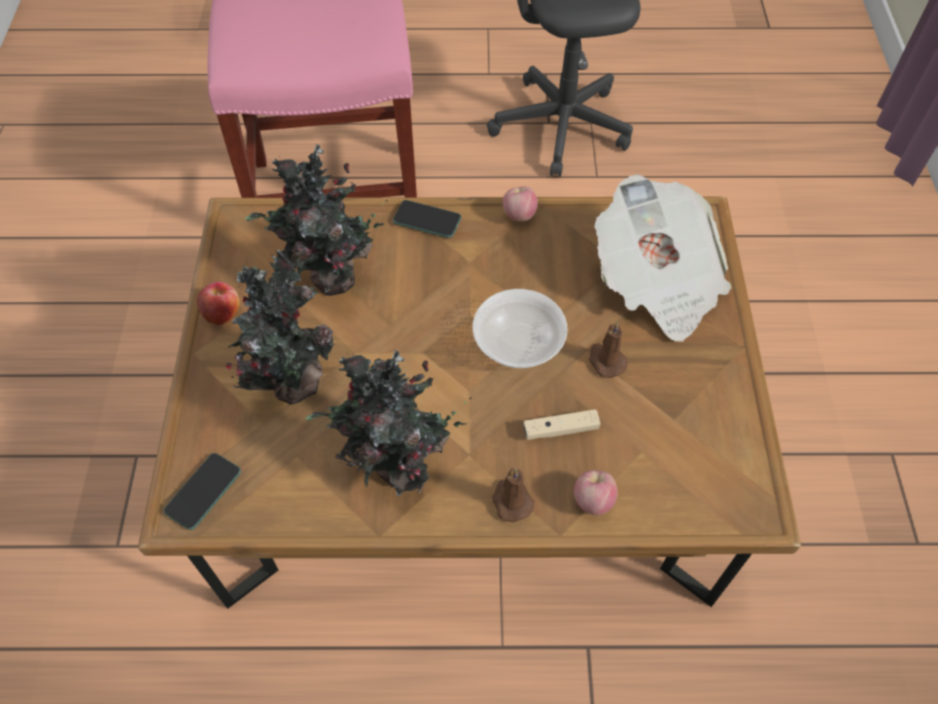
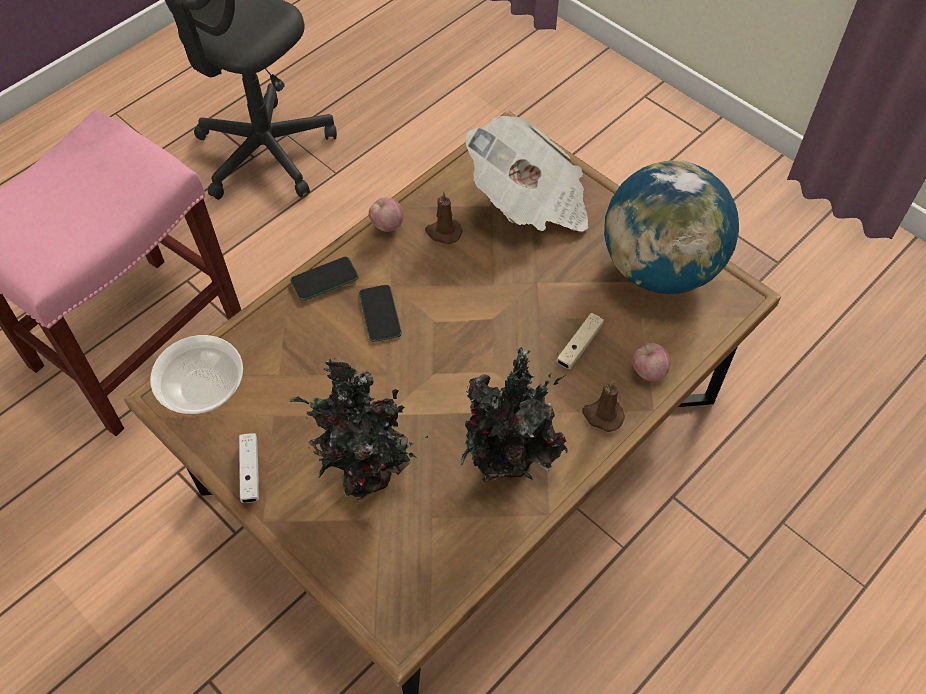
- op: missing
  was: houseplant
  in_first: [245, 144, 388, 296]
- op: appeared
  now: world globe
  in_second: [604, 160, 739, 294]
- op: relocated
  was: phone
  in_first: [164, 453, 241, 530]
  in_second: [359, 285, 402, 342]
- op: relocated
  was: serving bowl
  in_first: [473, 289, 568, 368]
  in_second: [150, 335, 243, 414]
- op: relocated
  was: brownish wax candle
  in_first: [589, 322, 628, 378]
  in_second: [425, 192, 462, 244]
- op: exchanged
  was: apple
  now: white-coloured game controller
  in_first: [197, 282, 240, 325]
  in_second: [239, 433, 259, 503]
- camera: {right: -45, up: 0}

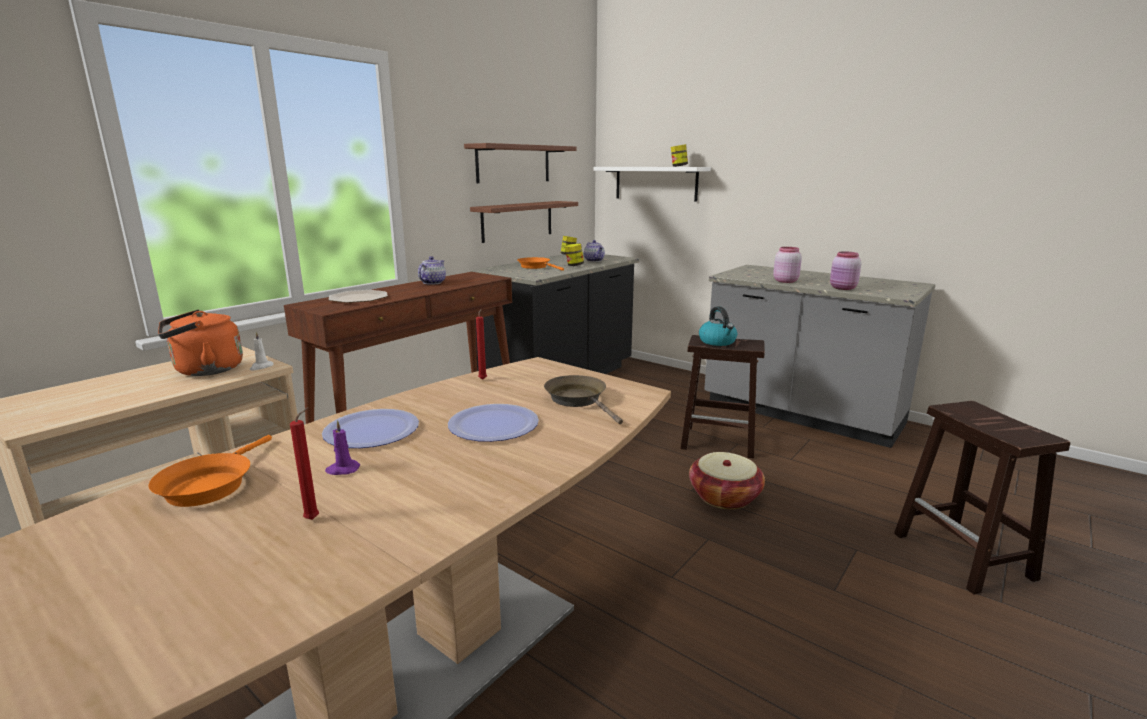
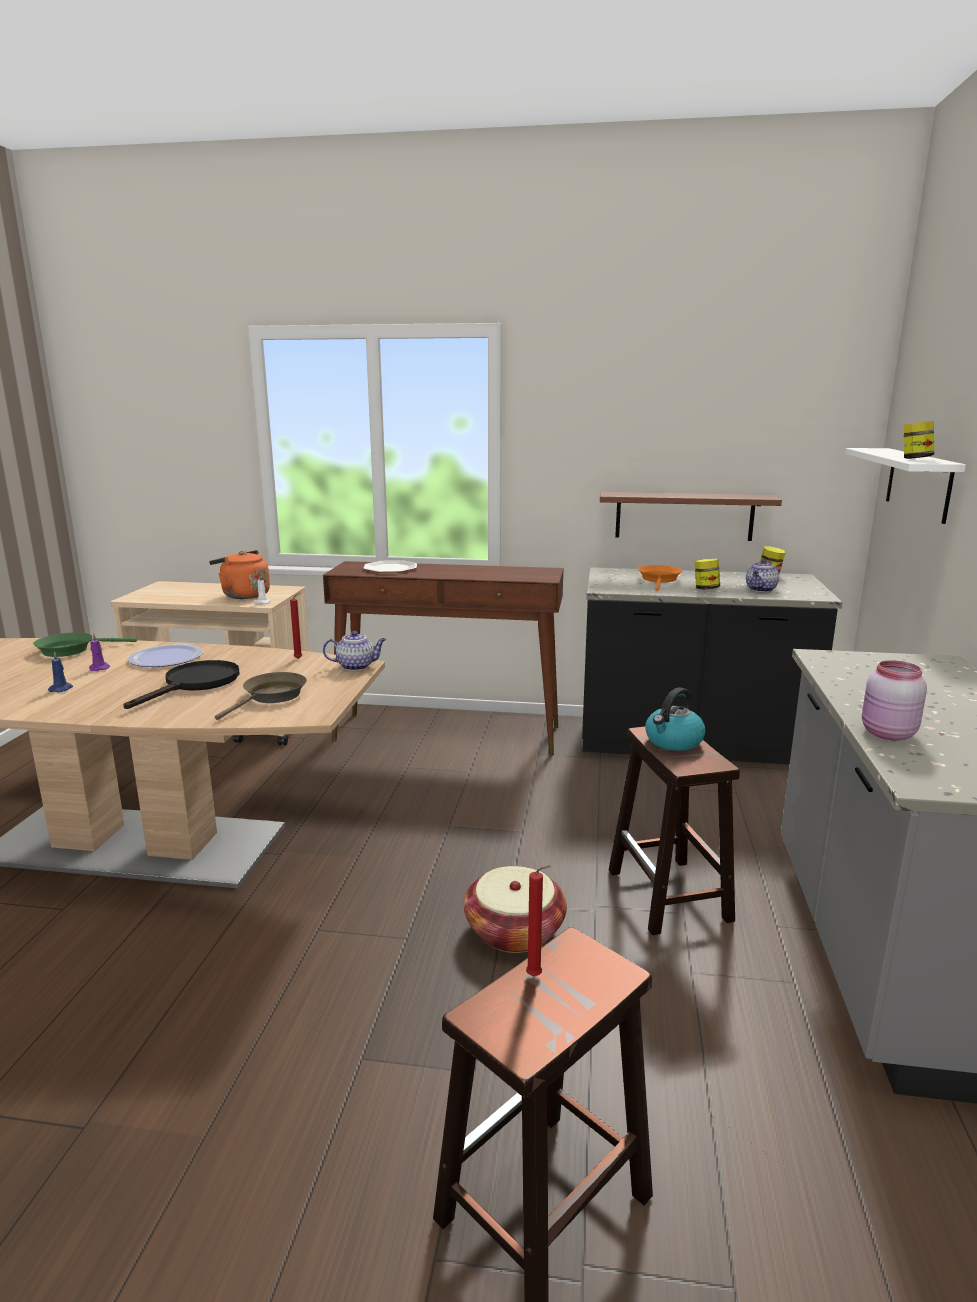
- op: missing
  was: brownish wall shelf
  in_first: [464, 143, 577, 183]
- op: missing
  was: pinkish storage jar
  in_first: [773, 247, 802, 283]
- op: appeared
  now: blue wax candle
  in_second: [48, 651, 73, 692]
- op: relocated
  was: reddish wax candle
  in_first: [290, 407, 319, 520]
  in_second: [526, 865, 550, 976]
- op: relocated
  was: teapot
  in_first: [418, 256, 446, 285]
  in_second: [323, 631, 386, 671]
- op: exchanged
  was: plate
  now: blackish pan
  in_first: [448, 404, 539, 442]
  in_second: [124, 660, 240, 709]
- op: colour
  was: orange pan
  now: greenish pan
  in_first: [149, 435, 272, 507]
  in_second: [33, 632, 137, 657]
- camera: {right: 60, up: 0}

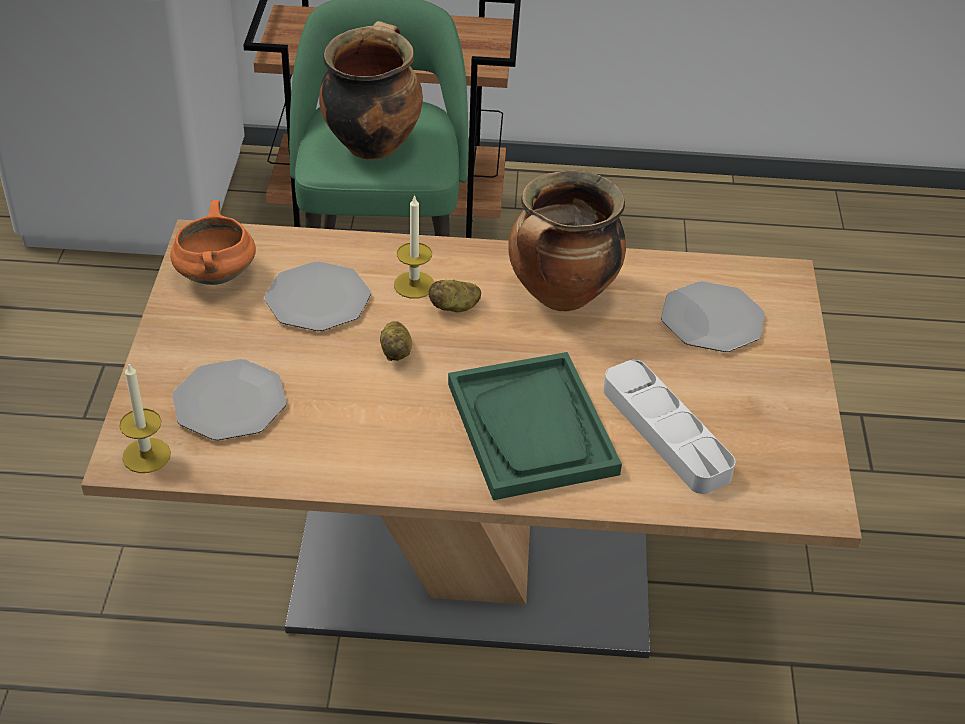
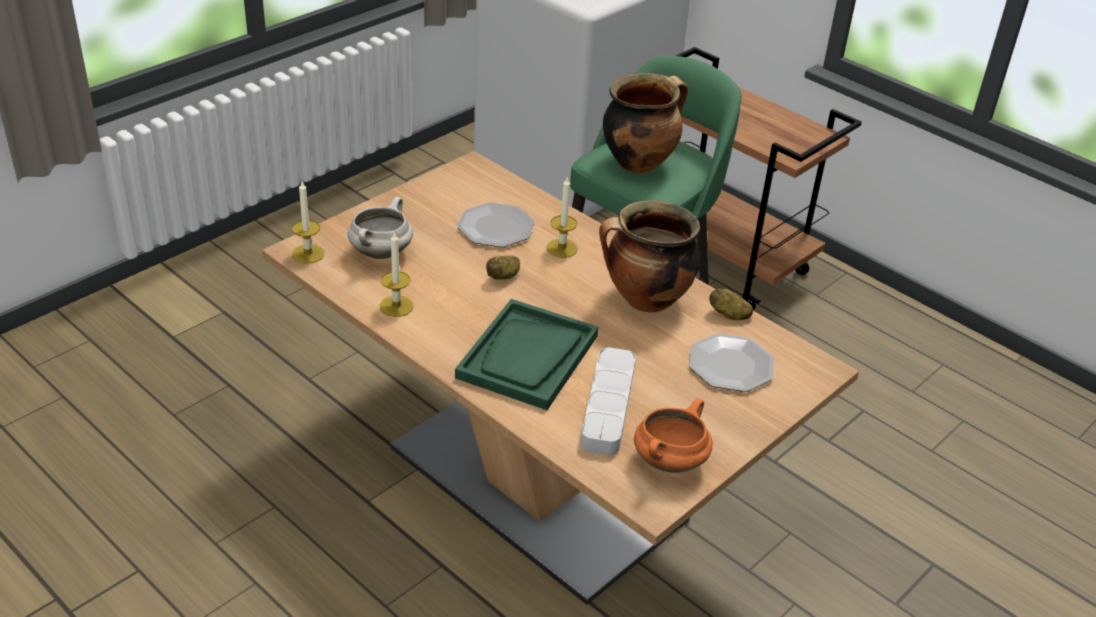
- op: appeared
  now: wax candle
  in_second: [380, 231, 414, 317]
- op: relocated
  was: orange cooking pot
  in_first: [170, 200, 256, 285]
  in_second: [634, 398, 713, 473]
- op: relocated
  was: potato
  in_first: [428, 280, 481, 312]
  in_second: [709, 288, 753, 320]
- op: exchanged
  was: plate
  now: white-coloured cooking pot
  in_first: [172, 359, 287, 440]
  in_second: [348, 197, 413, 259]
- camera: {right: 40, up: -5}

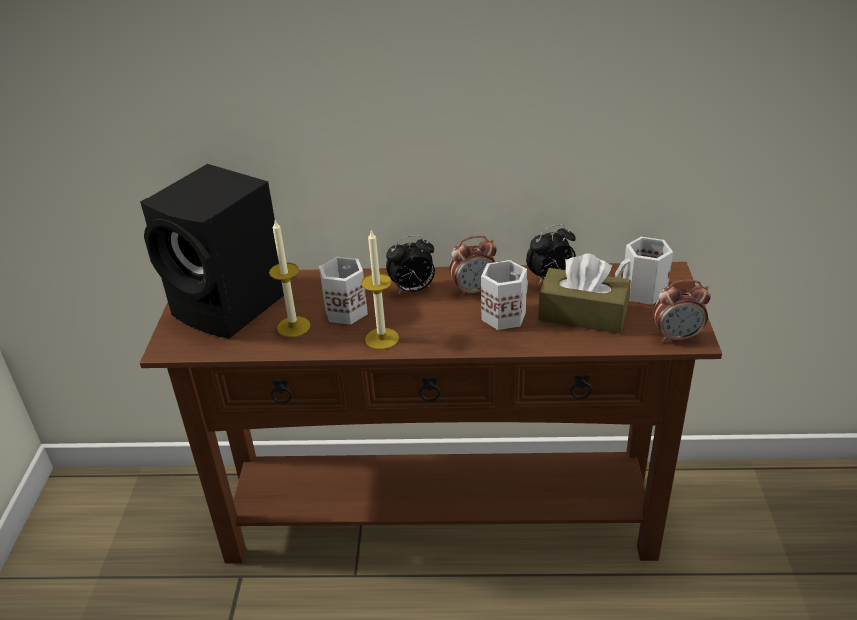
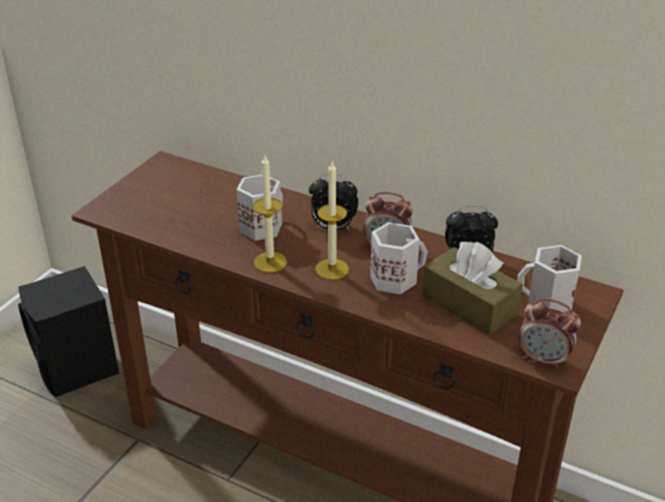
- op: relocated
  was: blackish audio speaker
  in_first: [140, 164, 284, 339]
  in_second: [18, 266, 119, 397]
- op: relocated
  was: wax candle
  in_first: [269, 220, 310, 337]
  in_second: [315, 162, 349, 280]
- camera: {right: 25, up: 0}

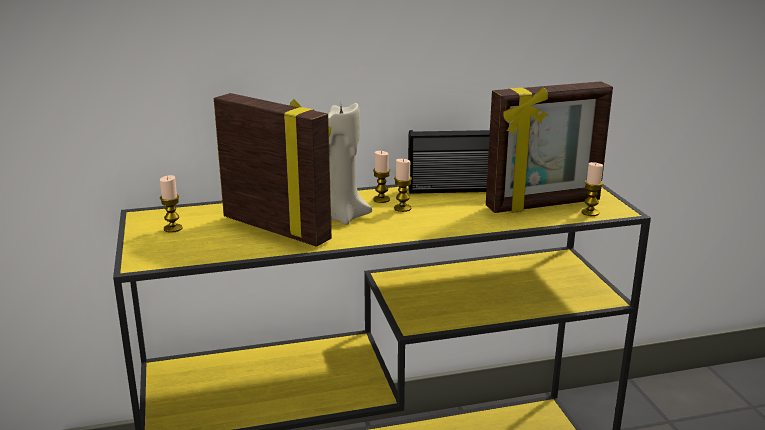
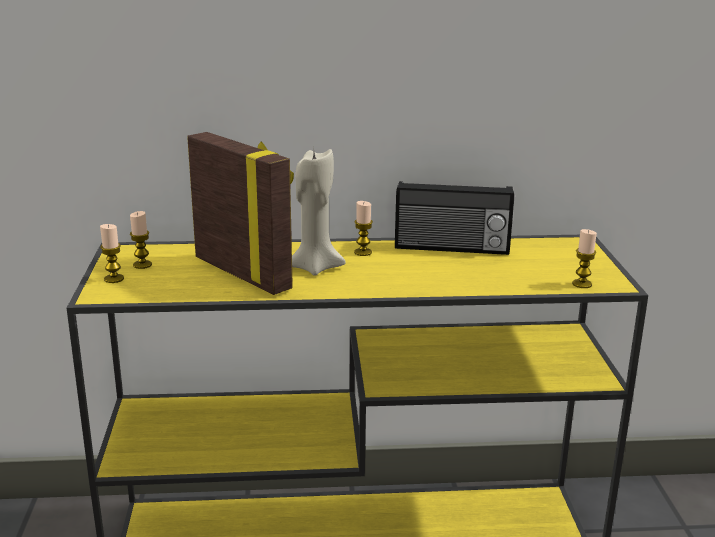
- op: missing
  was: photo frame
  in_first: [486, 81, 613, 213]
- op: relocated
  was: wax candle
  in_first: [394, 159, 412, 212]
  in_second: [100, 224, 124, 283]
- camera: {right: 10, up: 0}

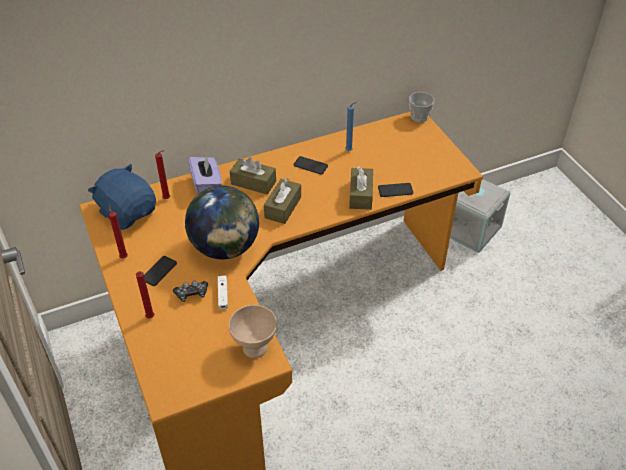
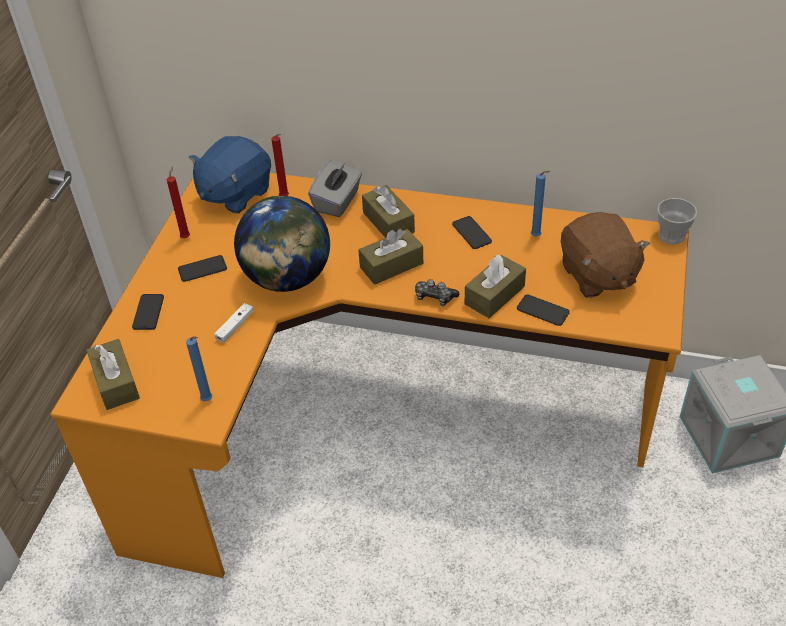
- op: appeared
  now: brownish tissue holder
  in_second: [86, 339, 140, 410]
- op: appeared
  now: brownish cuddly toy
  in_second: [561, 212, 650, 298]
- op: relocated
  was: game controller
  in_first: [173, 281, 208, 302]
  in_second: [415, 279, 459, 306]
- op: exchanged
  was: reddish wax candle
  now: phone
  in_first: [136, 271, 155, 319]
  in_second: [132, 294, 164, 330]
- op: exchanged
  was: sand-coloured serving bowl
  now: blue wax candle
  in_first: [229, 305, 277, 358]
  in_second: [186, 336, 212, 402]
- op: colour
  was: purple-coloured tissue holder
  now: grey tissue holder
  in_first: [188, 155, 222, 195]
  in_second: [308, 160, 362, 217]
- op: spun
  was: blue cuddly toy
  in_first: [88, 164, 156, 230]
  in_second: [189, 136, 271, 214]
  clockwise: -135
- camera: {right: 40, up: 0}

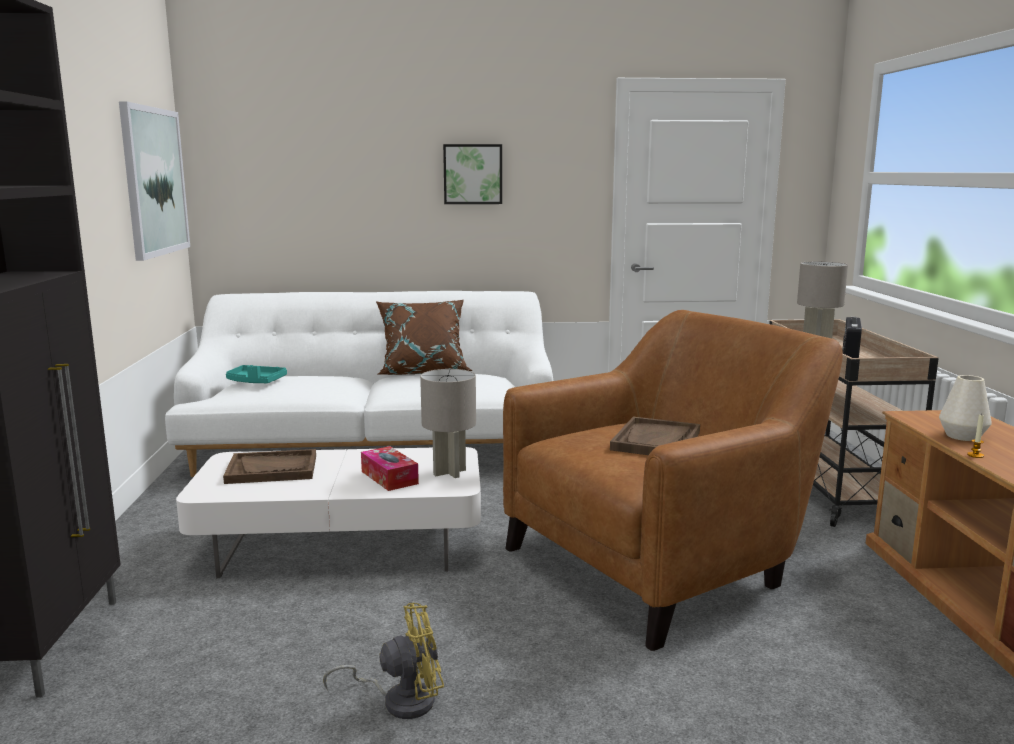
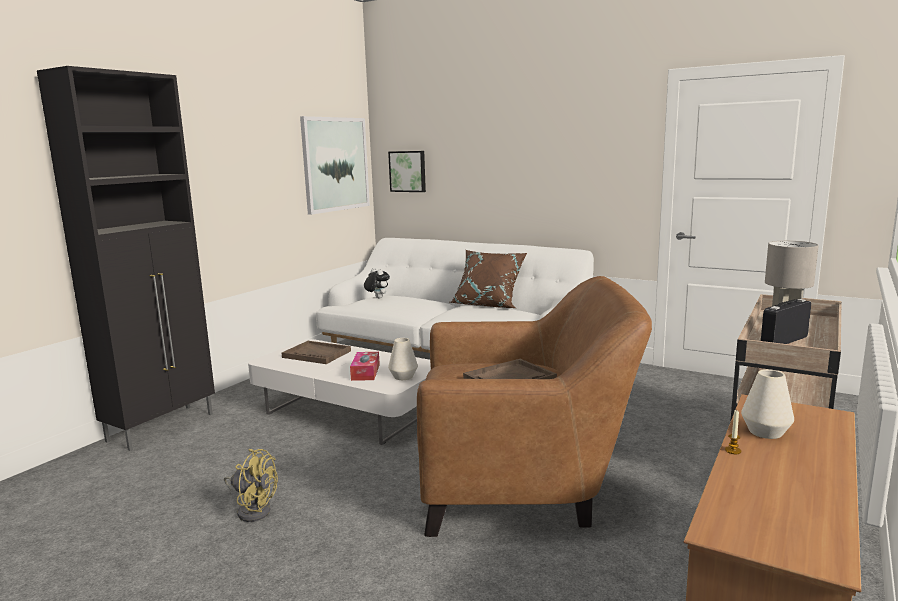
- op: relocated
  was: wall art
  in_first: [443, 144, 502, 204]
  in_second: [388, 151, 426, 192]
- op: exchanged
  was: turquoise serving tray
  now: cuddly toy
  in_first: [226, 365, 287, 383]
  in_second: [364, 268, 390, 298]
- op: exchanged
  was: grey tabletop lamp
  now: white-coloured decorative vase
  in_first: [420, 369, 476, 478]
  in_second: [388, 338, 418, 380]
- camera: {right: 35, up: 0}

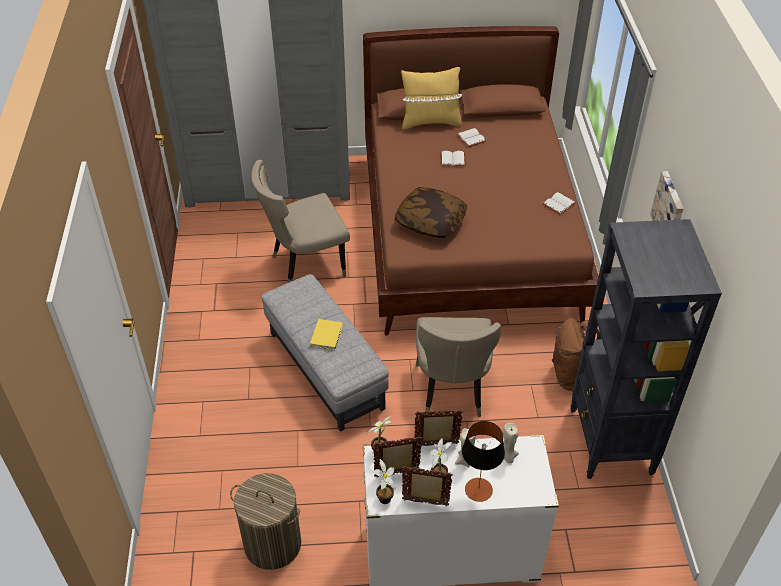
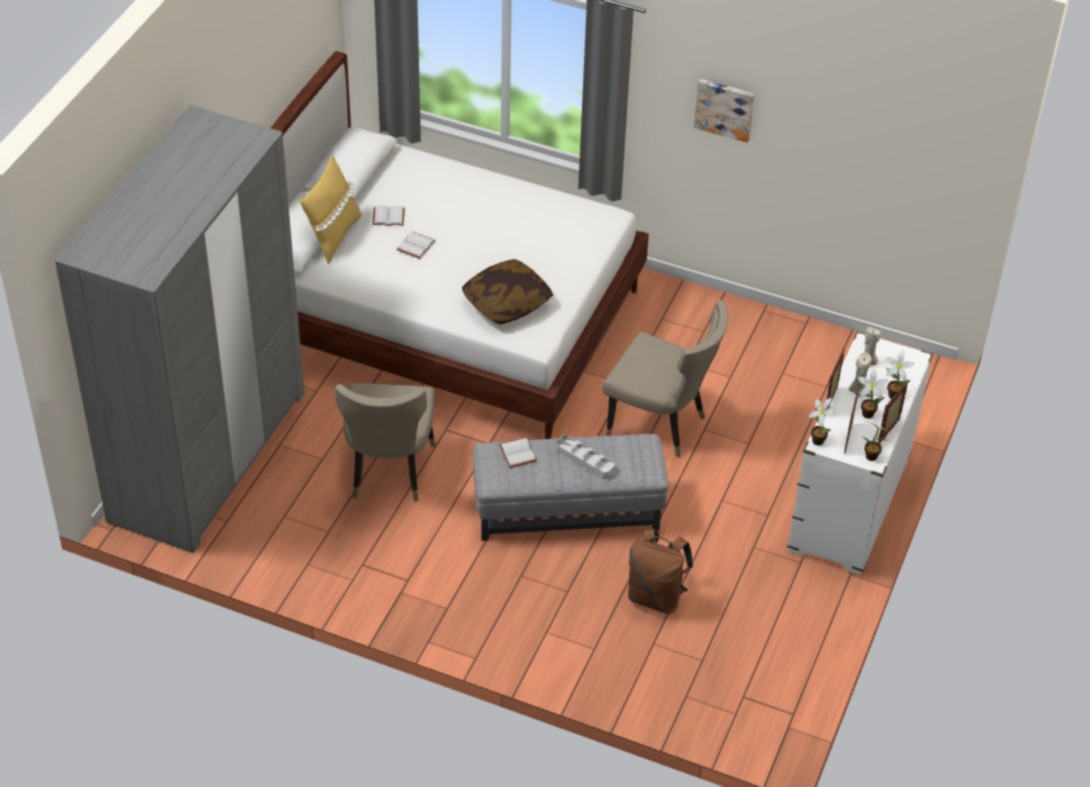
- op: missing
  was: hamper
  in_first: [230, 473, 301, 570]
- op: missing
  was: blackish bookshelf
  in_first: [570, 219, 722, 479]
- op: relocated
  was: white-coloured volume
  in_first: [543, 192, 576, 215]
  in_second: [499, 438, 537, 468]
- op: relocated
  was: brownish knapsack
  in_first: [552, 318, 602, 391]
  in_second: [628, 529, 693, 614]
- op: exchanged
  was: yellow volume
  now: grey serving tray
  in_first: [310, 319, 343, 350]
  in_second: [556, 435, 615, 478]
- op: exchanged
  was: tabletop lamp
  now: houseplant
  in_first: [462, 421, 505, 502]
  in_second: [886, 351, 915, 399]
- op: colour
  was: brownish bedroom bed
  now: white-coloured bedroom bed
  in_first: [363, 26, 598, 336]
  in_second: [271, 51, 649, 439]
- camera: {right: -65, up: 0}

